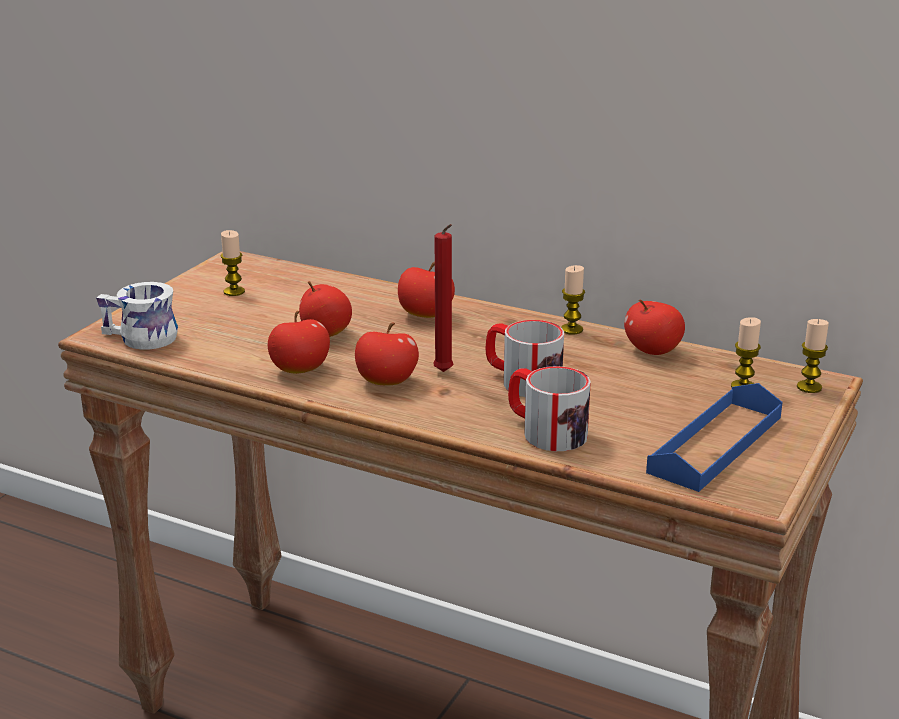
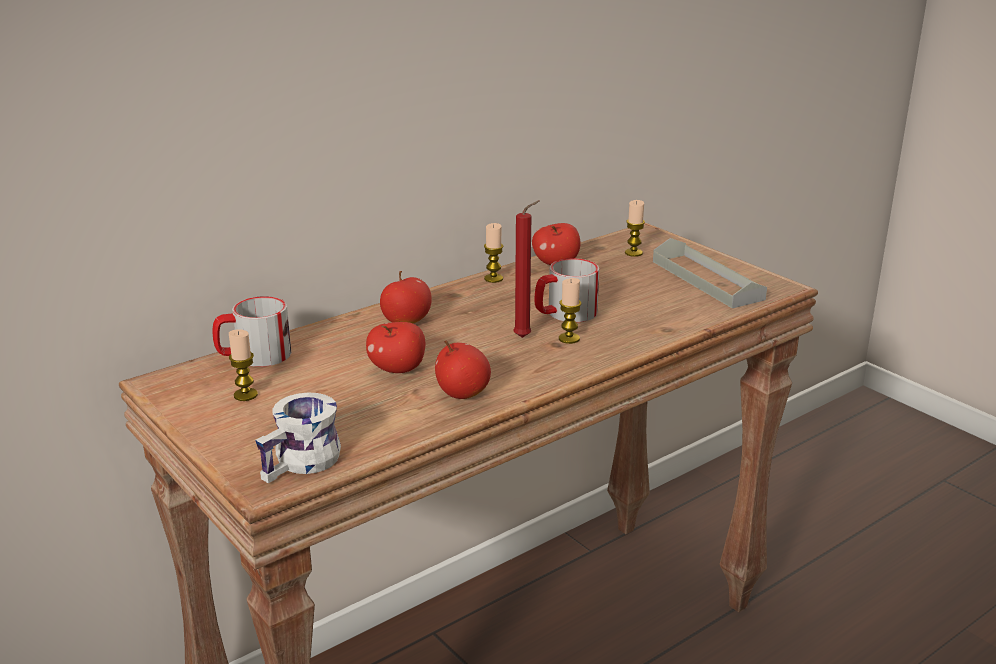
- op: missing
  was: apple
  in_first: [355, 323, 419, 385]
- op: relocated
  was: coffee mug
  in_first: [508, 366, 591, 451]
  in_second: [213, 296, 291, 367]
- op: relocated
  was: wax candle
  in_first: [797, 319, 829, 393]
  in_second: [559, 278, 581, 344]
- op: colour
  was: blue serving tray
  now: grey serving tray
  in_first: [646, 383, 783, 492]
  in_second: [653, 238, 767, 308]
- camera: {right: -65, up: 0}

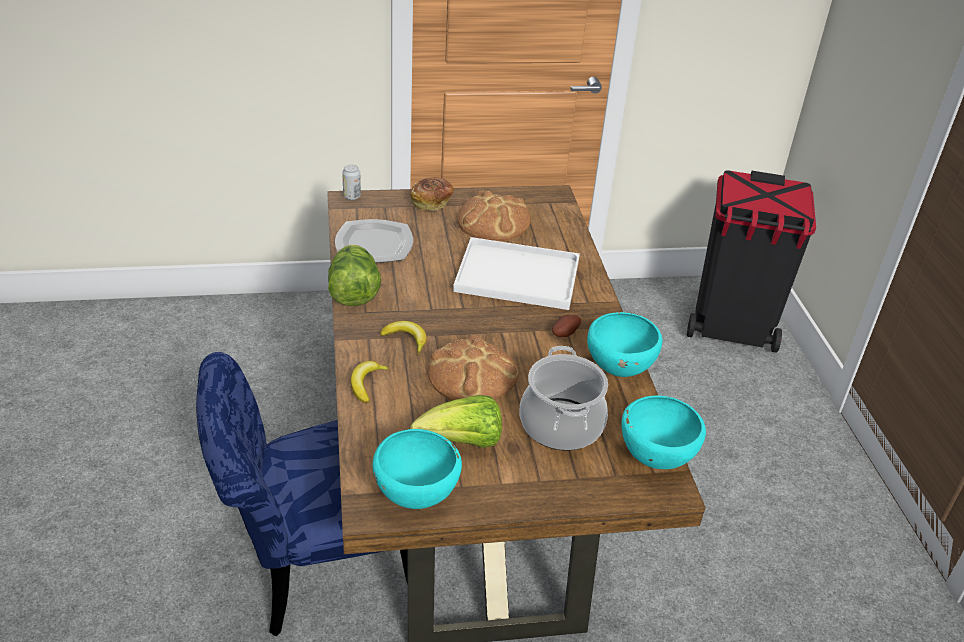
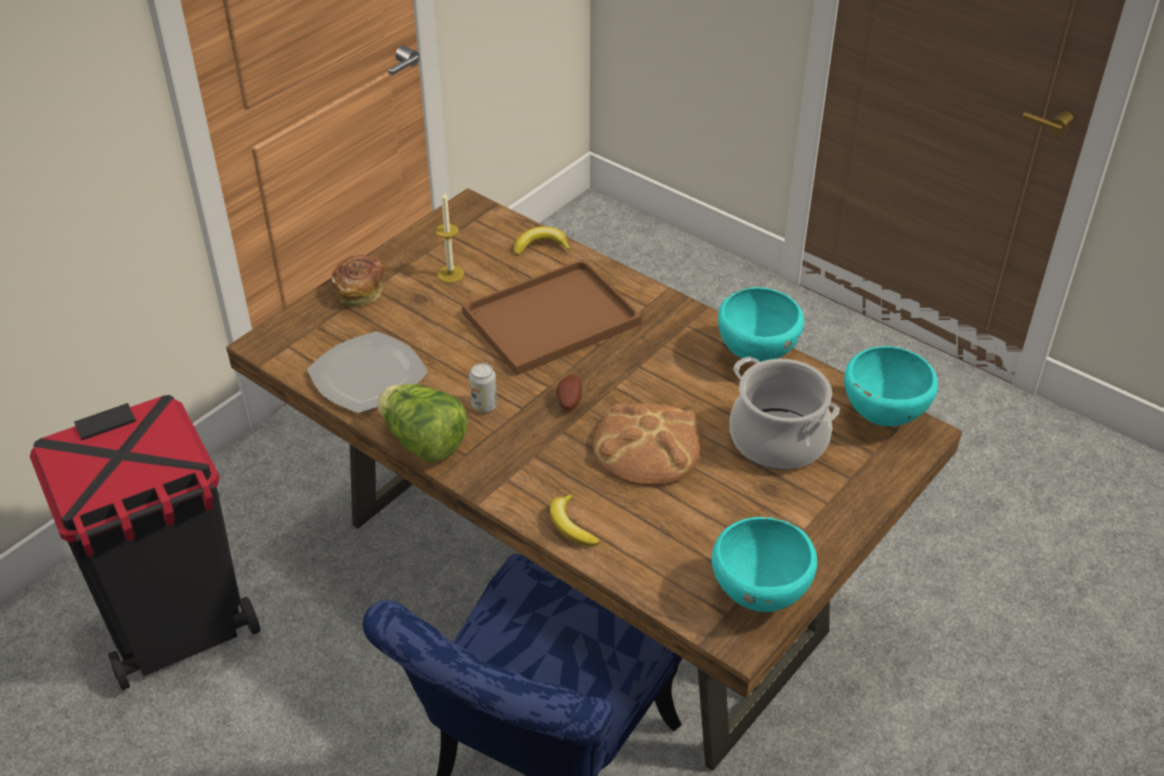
- op: missing
  was: lettuce head
  in_first: [410, 395, 502, 448]
- op: relocated
  was: metal can
  in_first: [342, 165, 361, 200]
  in_second: [469, 363, 497, 413]
- op: relocated
  was: whole banana
  in_first: [380, 321, 427, 355]
  in_second: [514, 226, 571, 256]
- op: relocated
  was: potato
  in_first: [552, 315, 581, 337]
  in_second: [556, 375, 582, 410]
- op: relocated
  was: blackish trash can
  in_first: [687, 171, 816, 353]
  in_second: [30, 395, 261, 690]
- op: exchanged
  was: bread
  now: wax candle
  in_first: [457, 190, 531, 242]
  in_second: [435, 192, 464, 283]
- op: colour
  was: white-coloured serving tray
  now: brownish serving tray
  in_first: [453, 237, 580, 310]
  in_second: [462, 259, 642, 376]
- camera: {right: -40, up: 5}

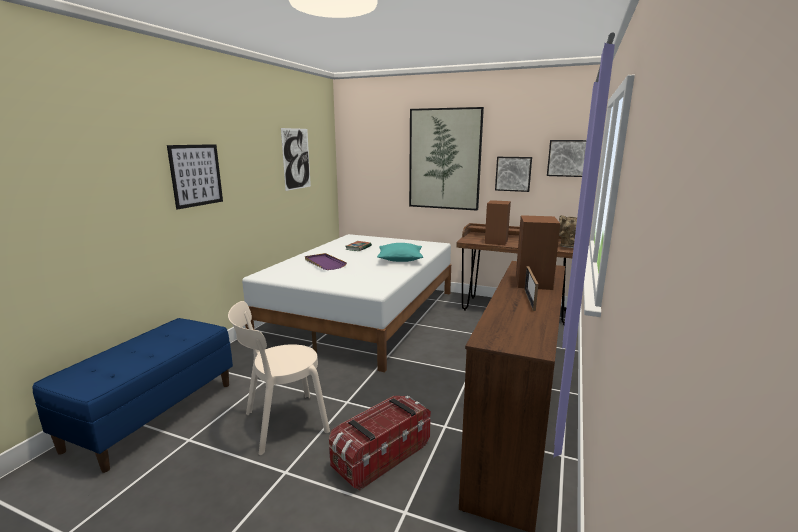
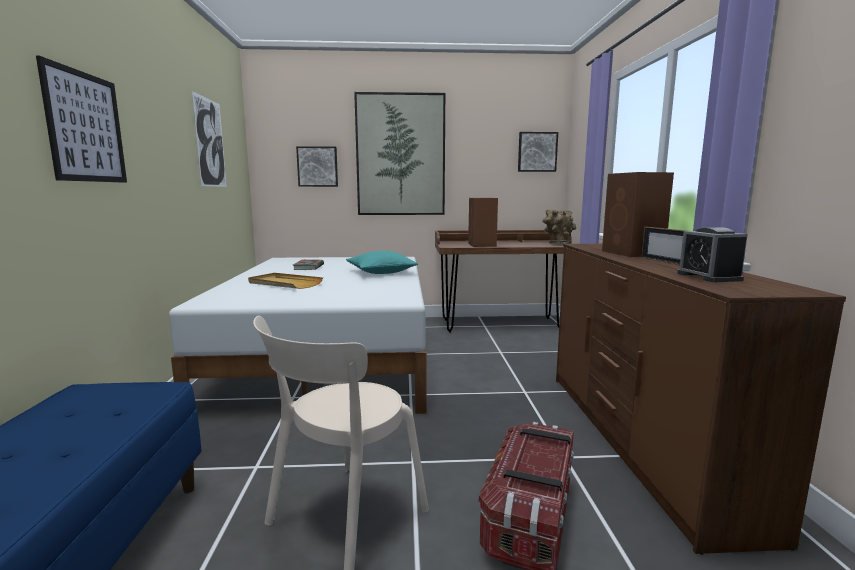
- op: appeared
  now: table clock
  in_second: [677, 227, 748, 282]
- op: relocated
  was: wall art
  in_first: [495, 157, 532, 192]
  in_second: [296, 146, 338, 187]
- op: colour
  was: purple-coloured serving tray
  now: sand-coloured serving tray
  in_first: [305, 253, 347, 270]
  in_second: [248, 273, 323, 289]
- camera: {right: -25, up: -5}

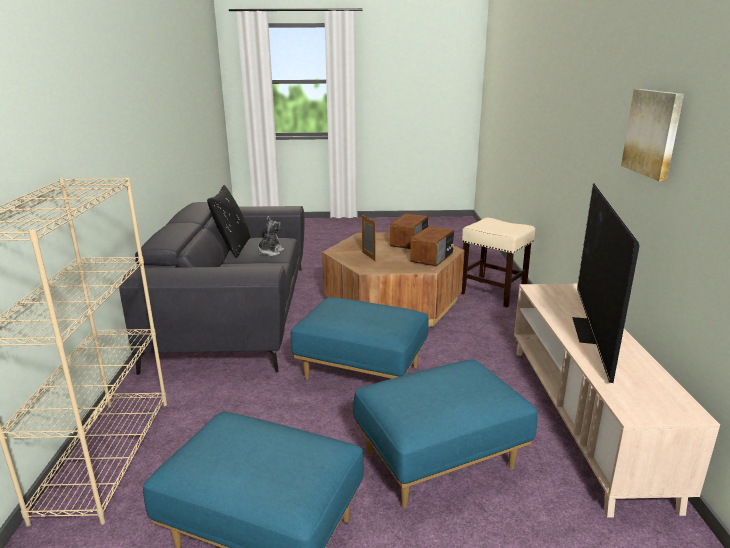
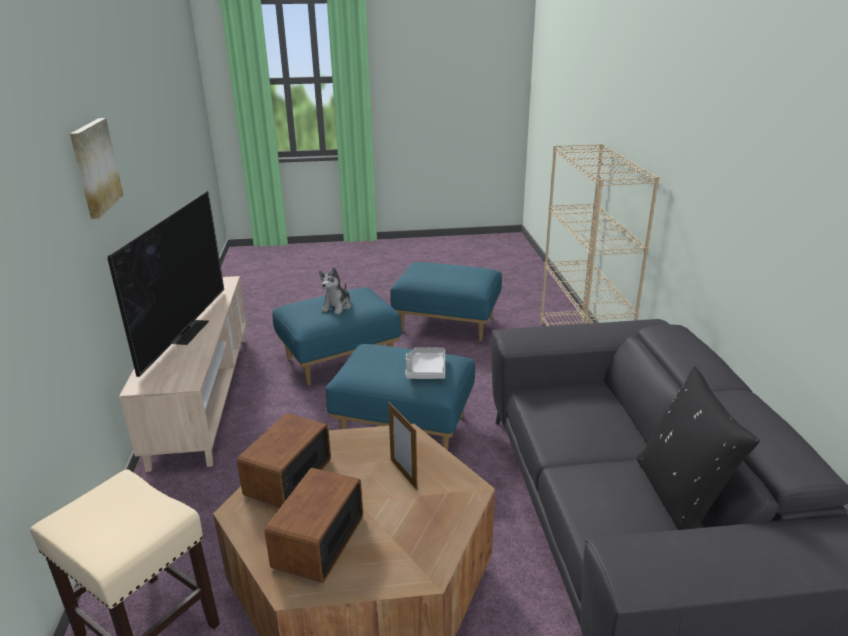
- op: appeared
  now: grey serving tray
  in_second: [405, 348, 445, 379]
- op: relocated
  was: cuddly toy
  in_first: [258, 216, 284, 256]
  in_second: [319, 267, 351, 314]
- camera: {right: 175, up: 5}

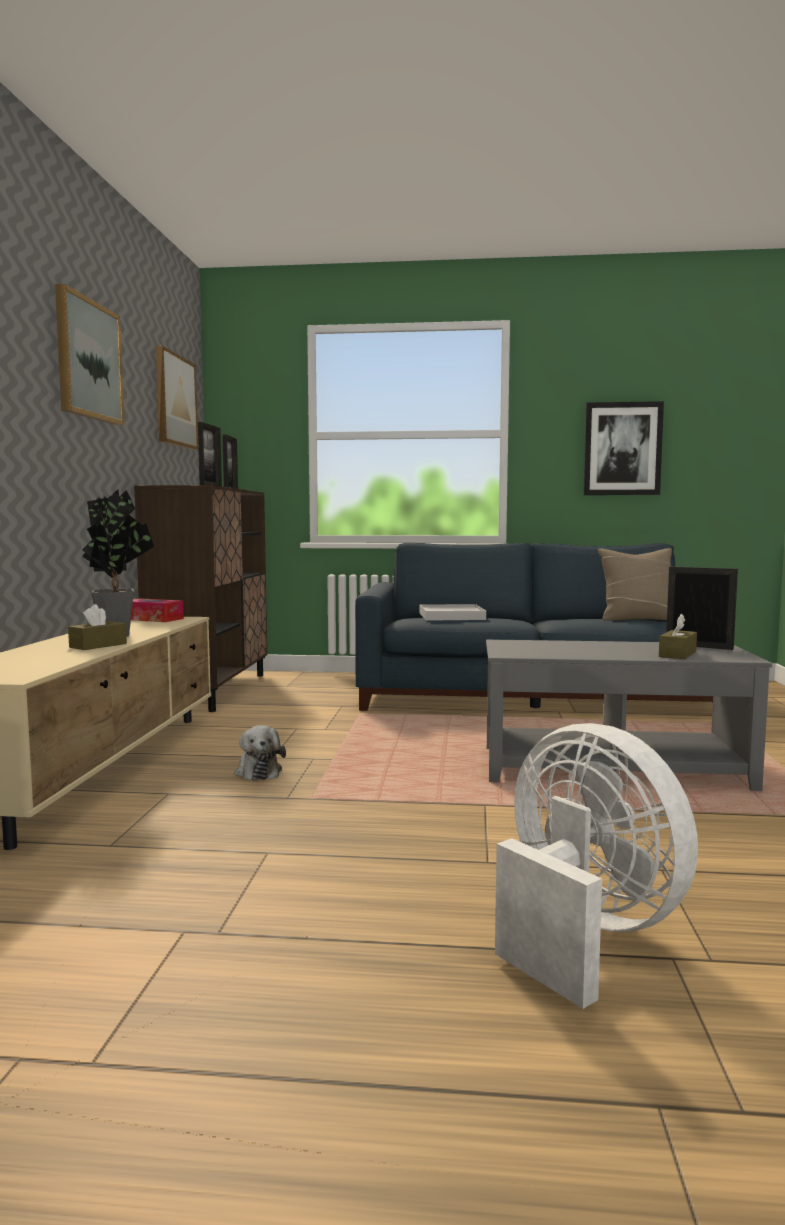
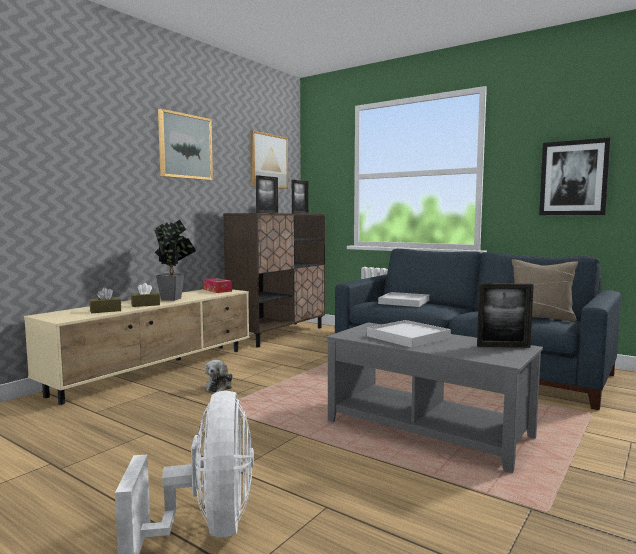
- op: appeared
  now: white-coloured serving tray
  in_second: [367, 320, 451, 348]
- op: relocated
  was: brownish tissue holder
  in_first: [659, 614, 697, 659]
  in_second: [89, 287, 121, 313]
- op: spun
  was: photo frame
  in_first: [666, 567, 738, 650]
  in_second: [477, 283, 534, 348]
  clockwise: 120
- camera: {right: 30, up: 0}

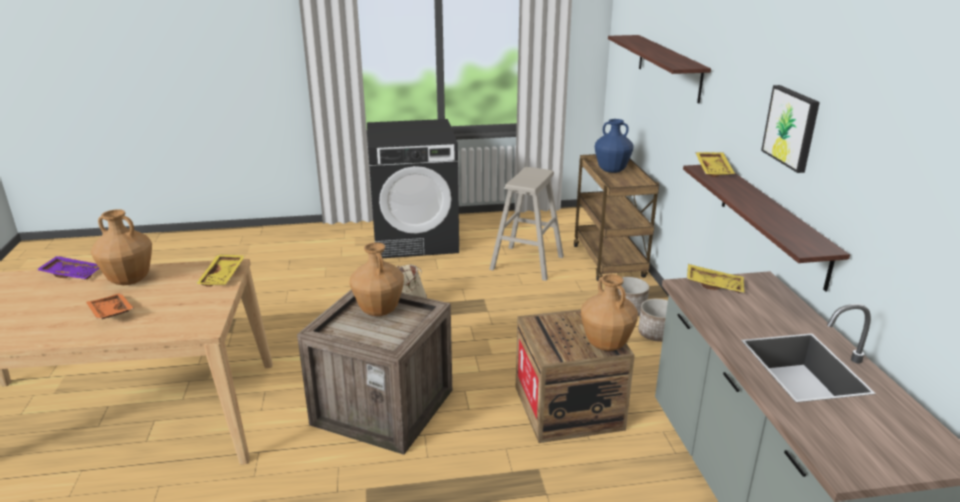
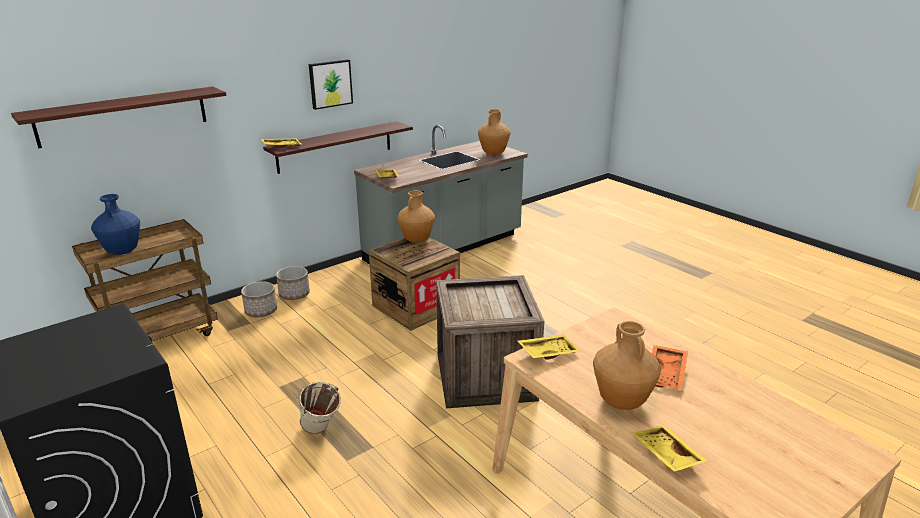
- op: missing
  was: sand-coloured sitting stool
  in_first: [489, 167, 564, 281]
- op: relocated
  was: brownish decorative vase
  in_first: [350, 242, 404, 316]
  in_second: [478, 109, 511, 155]
- op: colour
  was: purple-coloured serving tray
  now: yellow serving tray
  in_first: [36, 256, 99, 280]
  in_second: [632, 425, 708, 472]
- camera: {right: -120, up: 0}

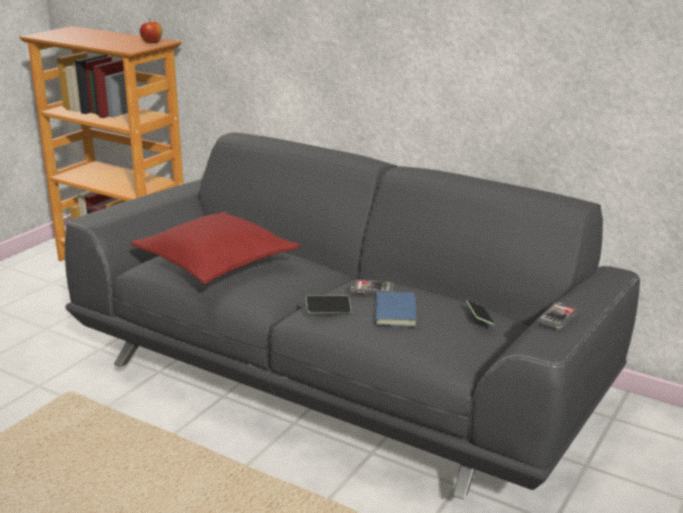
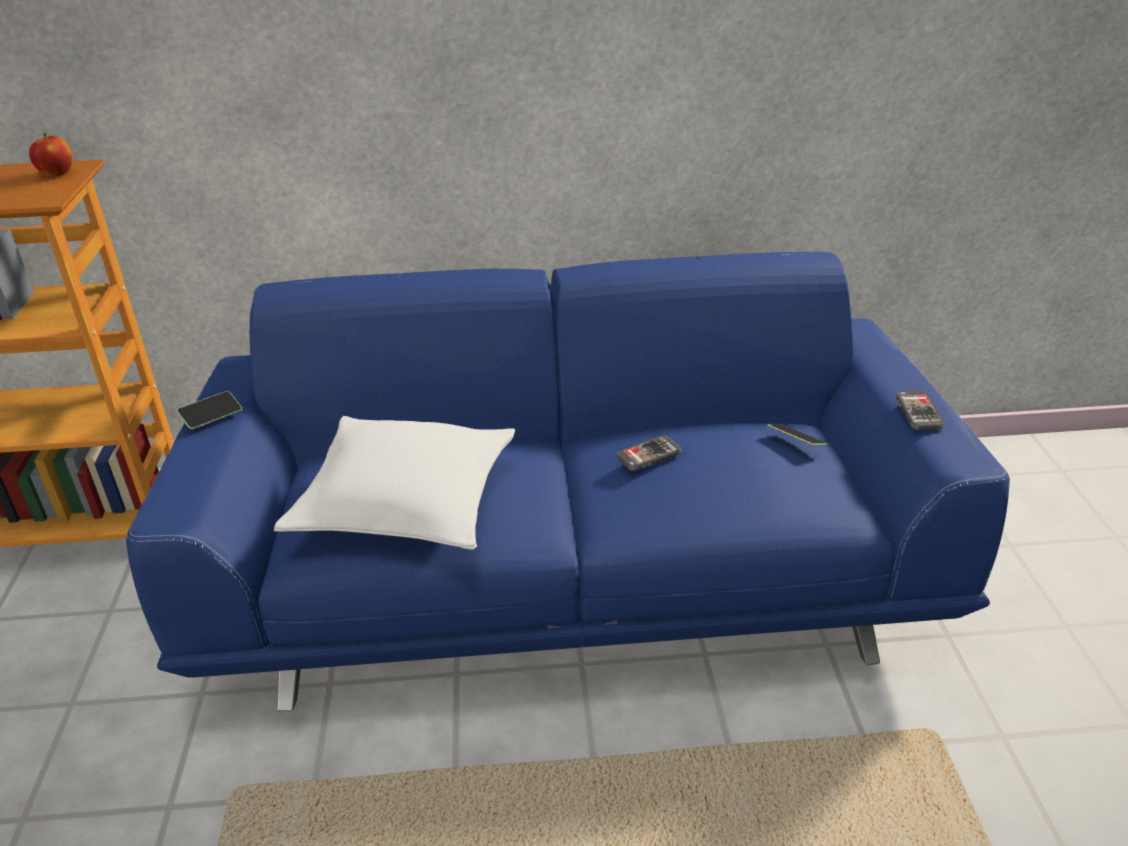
- op: missing
  was: blue volume
  in_first: [362, 292, 416, 327]
- op: relocated
  was: phone
  in_first: [306, 295, 351, 313]
  in_second: [177, 391, 242, 429]
- op: colour
  was: grey sofa
  now: blue sofa
  in_first: [65, 133, 640, 500]
  in_second: [126, 252, 1010, 711]
- op: colour
  was: reddish pillow
  now: white-coloured pillow
  in_first: [131, 212, 300, 284]
  in_second: [274, 416, 515, 550]
- camera: {right: -35, up: 10}

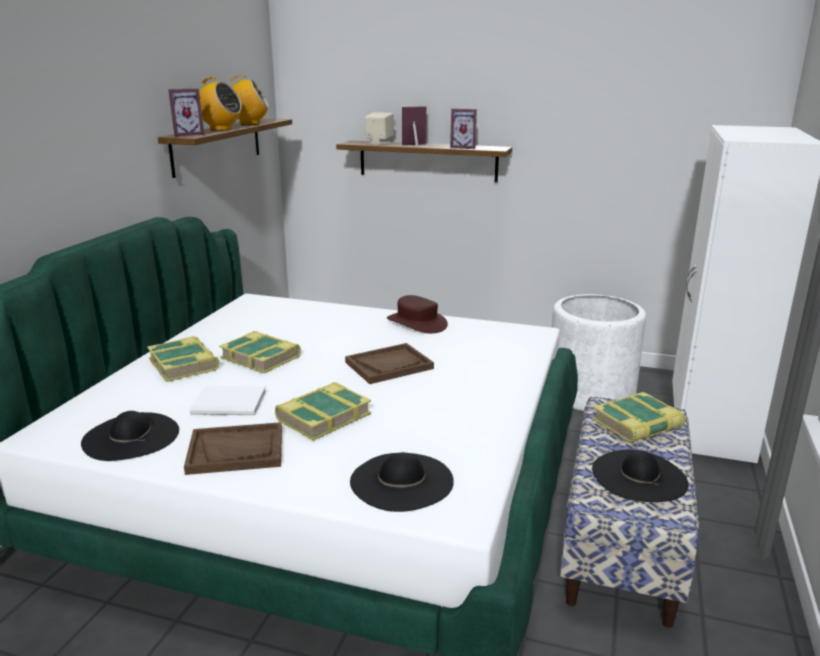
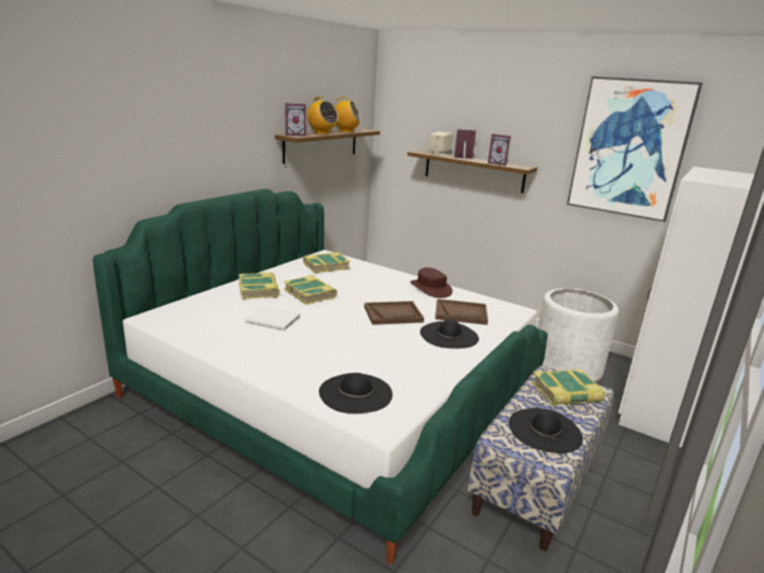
- op: appeared
  now: wall art
  in_second: [567, 76, 703, 222]
- op: relocated
  was: blackish wearable hat
  in_first: [81, 411, 179, 461]
  in_second: [420, 319, 479, 349]
- op: relocated
  was: brownish serving tray
  in_first: [184, 422, 282, 475]
  in_second: [435, 299, 488, 325]
- op: relocated
  was: volume
  in_first: [275, 382, 372, 441]
  in_second: [303, 252, 351, 273]
- camera: {right: 15, up: 0}

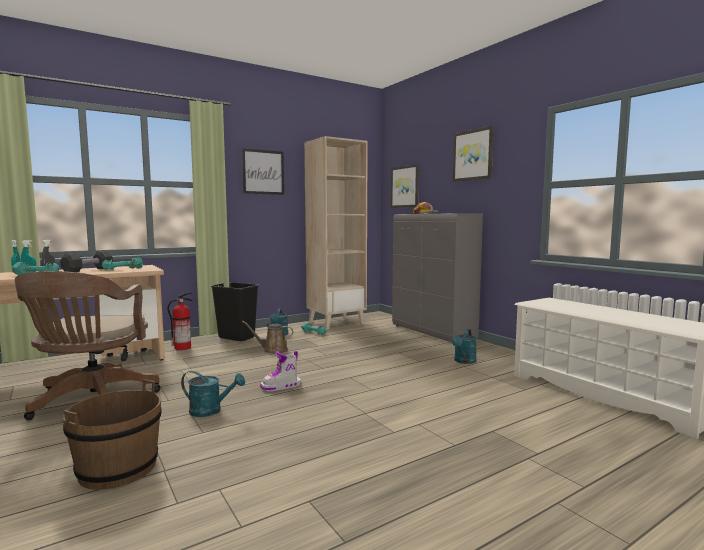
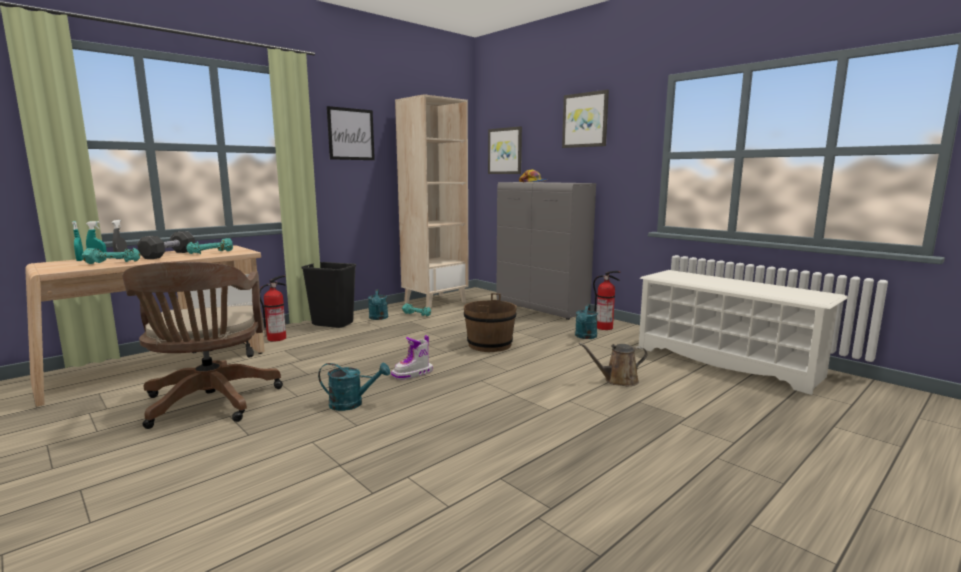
- op: appeared
  now: fire-fighting cylinder
  in_second: [593, 271, 621, 330]
- op: relocated
  was: brownish pail
  in_first: [63, 379, 162, 490]
  in_second: [464, 293, 517, 352]
- op: relocated
  was: brownish watering pot
  in_first: [242, 321, 294, 354]
  in_second: [579, 343, 647, 386]
- camera: {right: -10, up: 5}

